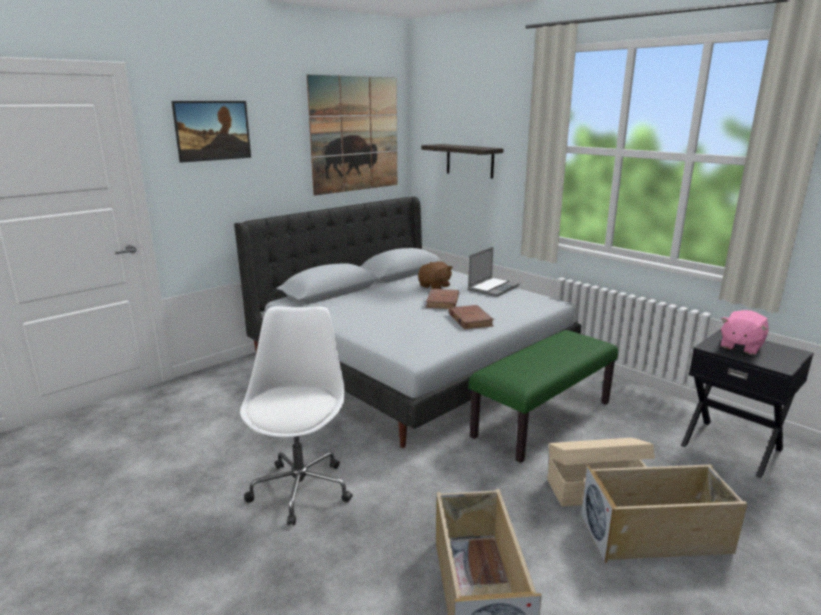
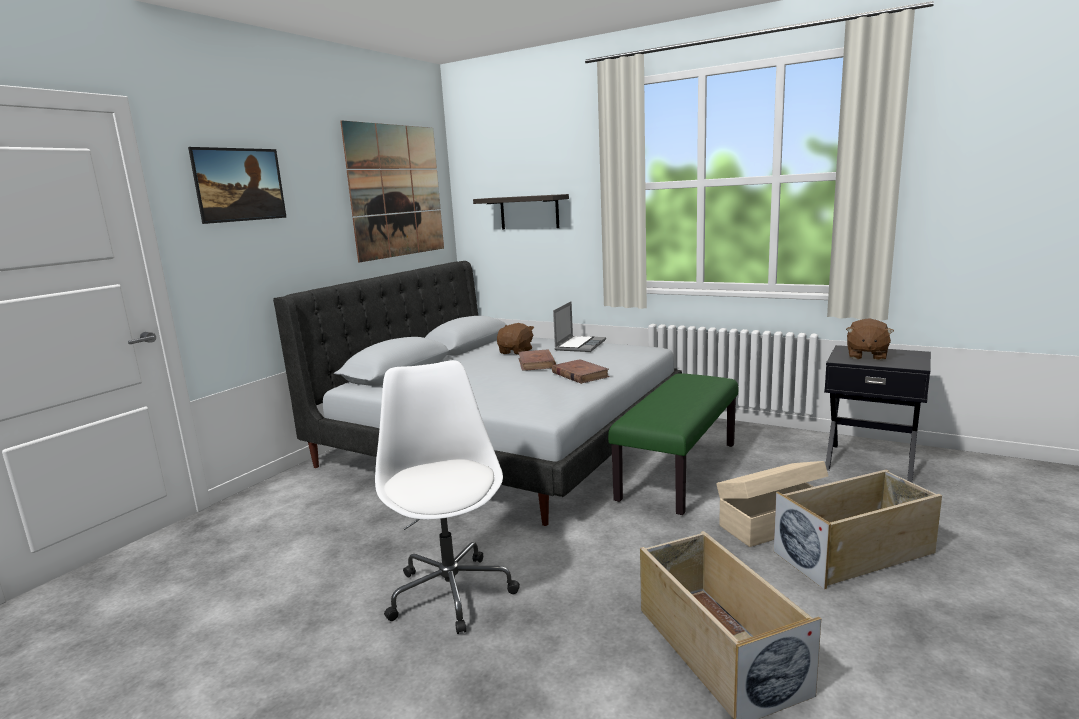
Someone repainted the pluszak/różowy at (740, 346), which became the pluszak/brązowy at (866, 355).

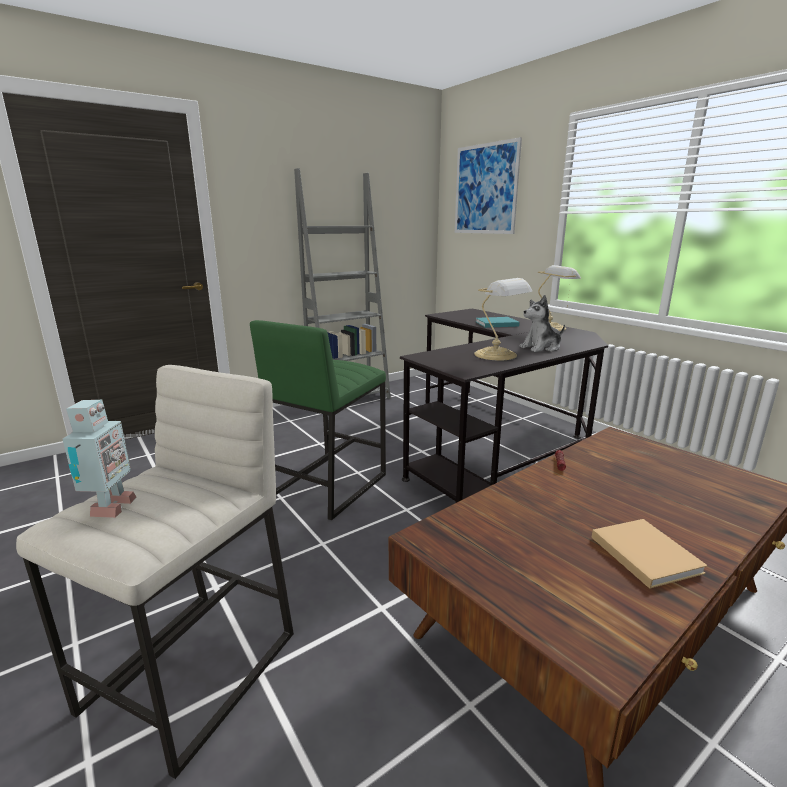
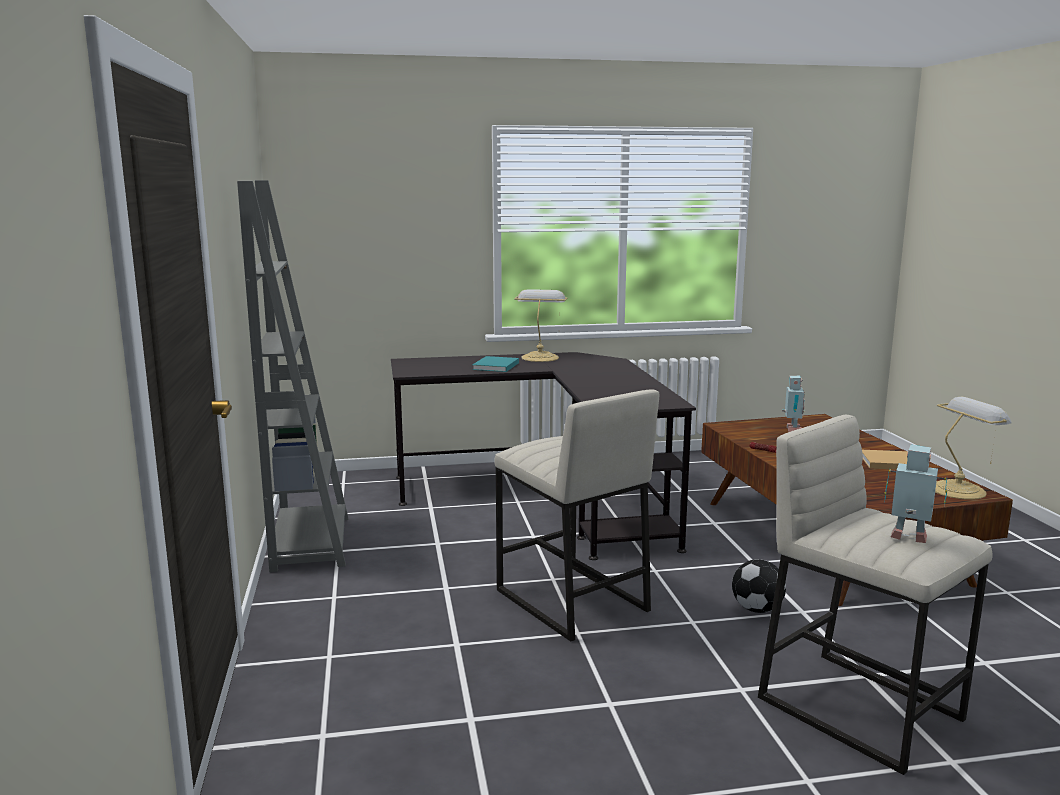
Someone took away the obraz at (485, 189). Someone took away the pluszak at (541, 348). Someone put down the piłka futbolowa at (757, 609). Someone put down the robot zabawkowy at (791, 430). Someone carried the lampa stołowa from (497, 355) to (960, 489). Someone repainted the stołek/zielony at (328, 485), which became the stołek/beżowy at (572, 600).

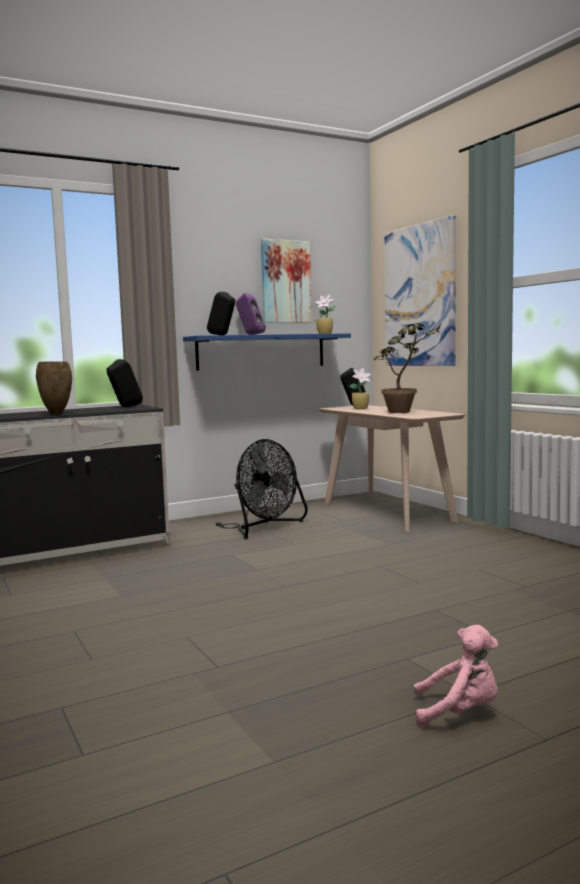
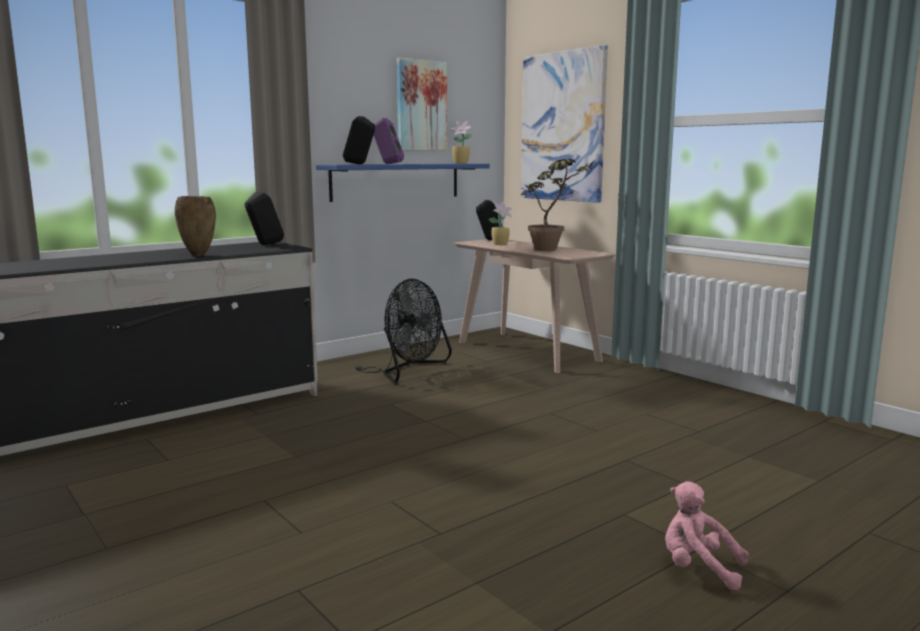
Someone rotated the pluszak/różowy at (459, 712) by 150 degrees counterclockwise.

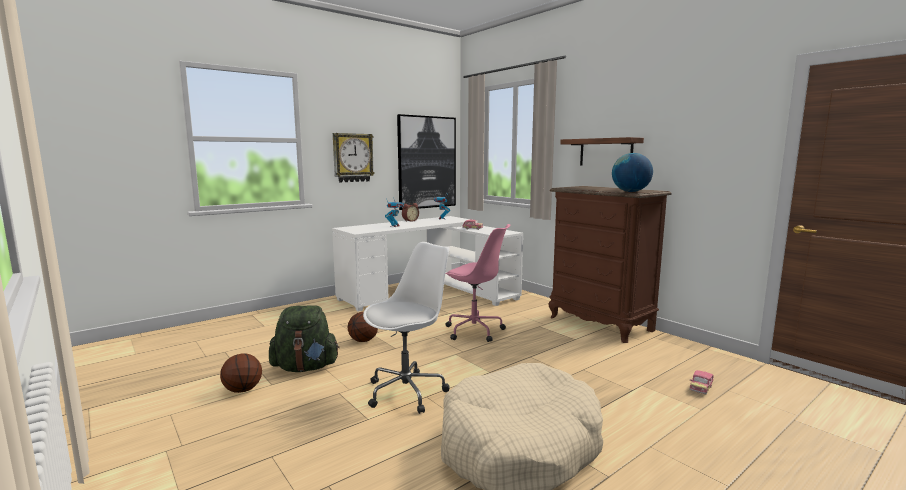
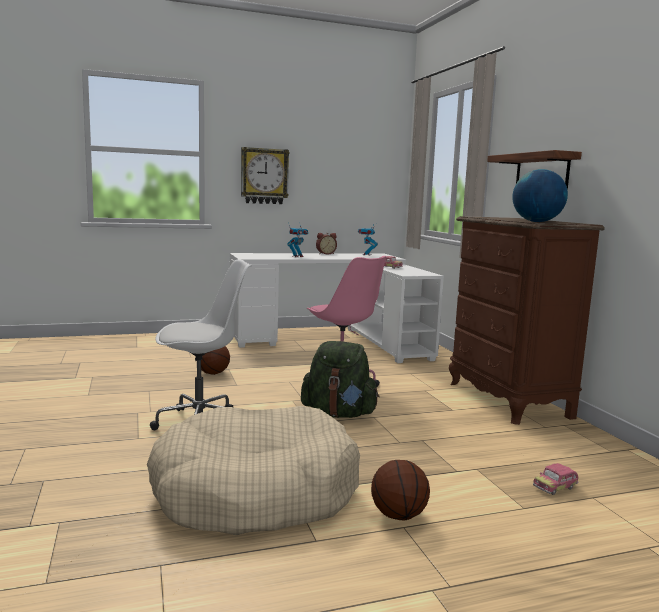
Someone took away the obraz at (427, 162). Someone carried the piłka do koszykówki from (243, 390) to (399, 516). Someone carried the plecak/zielony from (305, 367) to (339, 414).

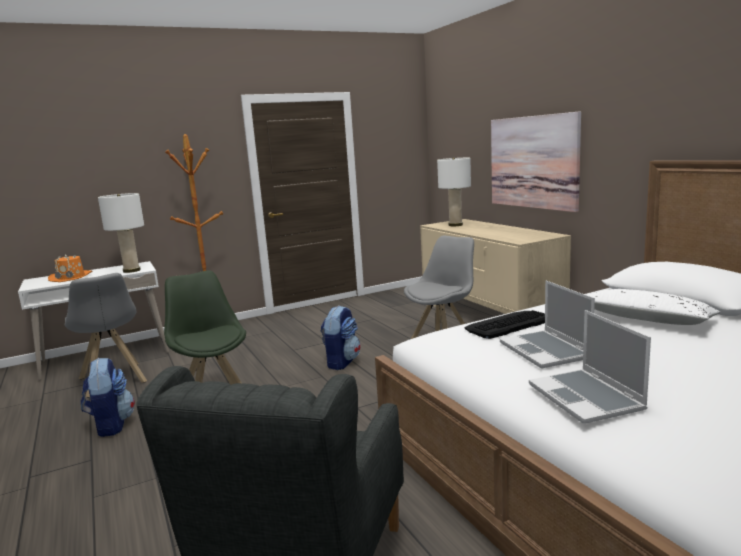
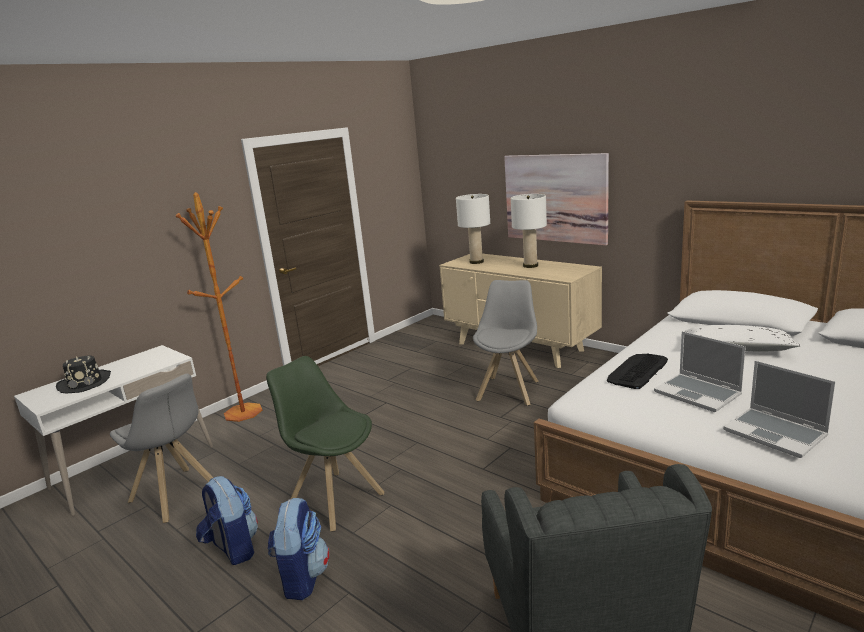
Someone carried the lampa stołowa/biały from (132, 270) to (531, 266). Someone carried the plecak from (341, 362) to (302, 577). Someone repainted the kapelusz/pomarańczowy at (71, 277), which became the kapelusz/czarny at (85, 383).

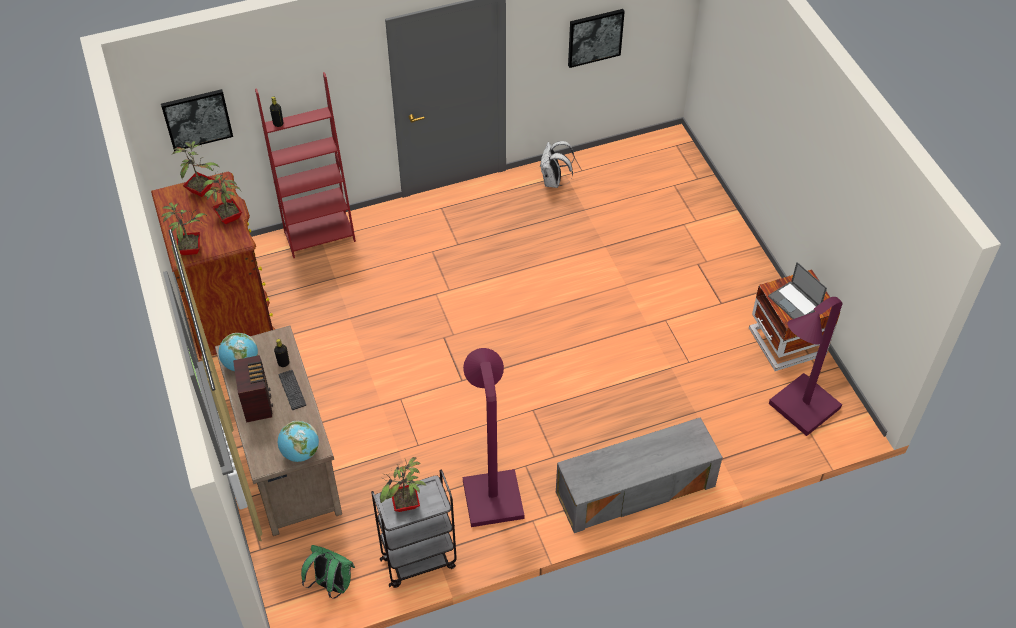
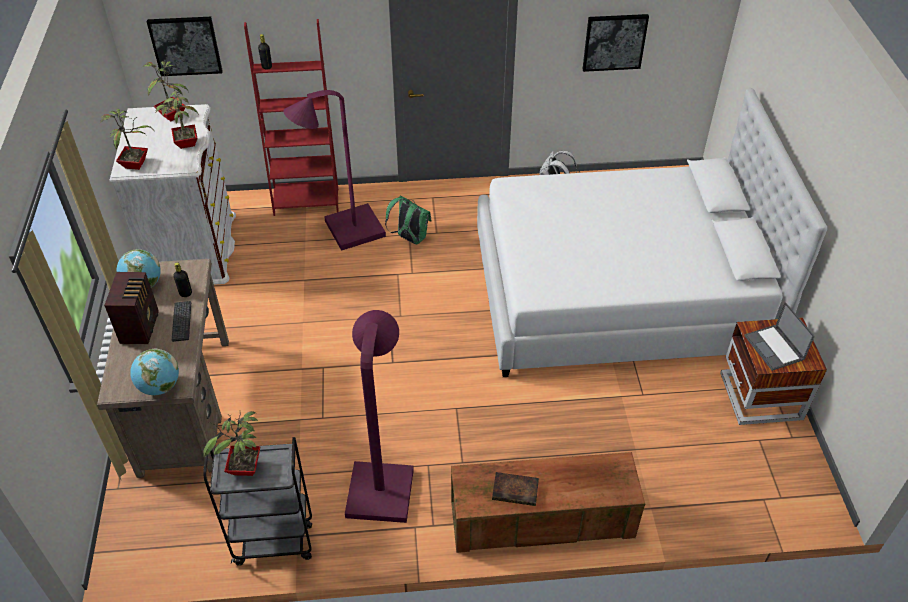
Someone put down the łóżko/biały at (618, 293). Someone put down the książka at (516, 490). Someone carried the plecak/zielony from (331, 584) to (410, 238). Someone carried the lampa stojąca/fioletowy from (797, 411) to (346, 231). Someone repainted the komoda/brązowy at (227, 308), which became the komoda/biały at (192, 248). Someone repainted the ławka/szary at (635, 490), which became the ławka/brązowy at (540, 520).

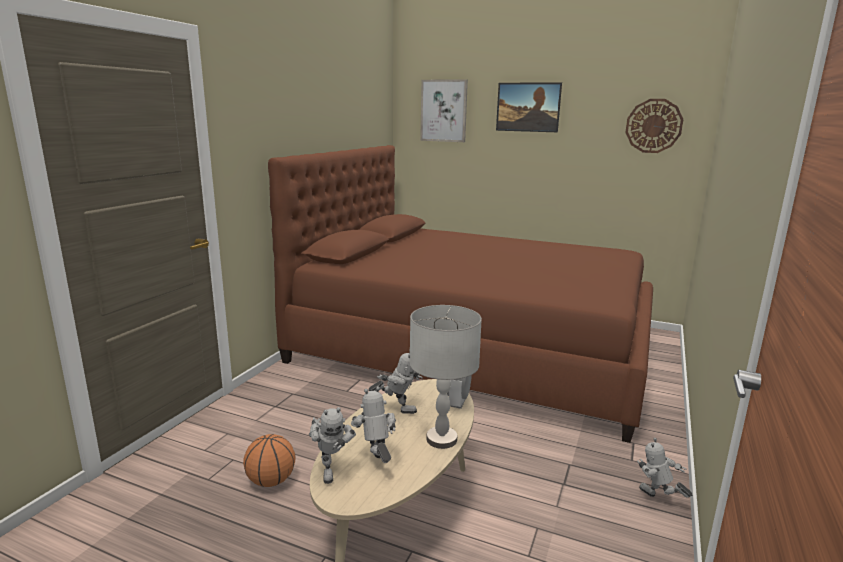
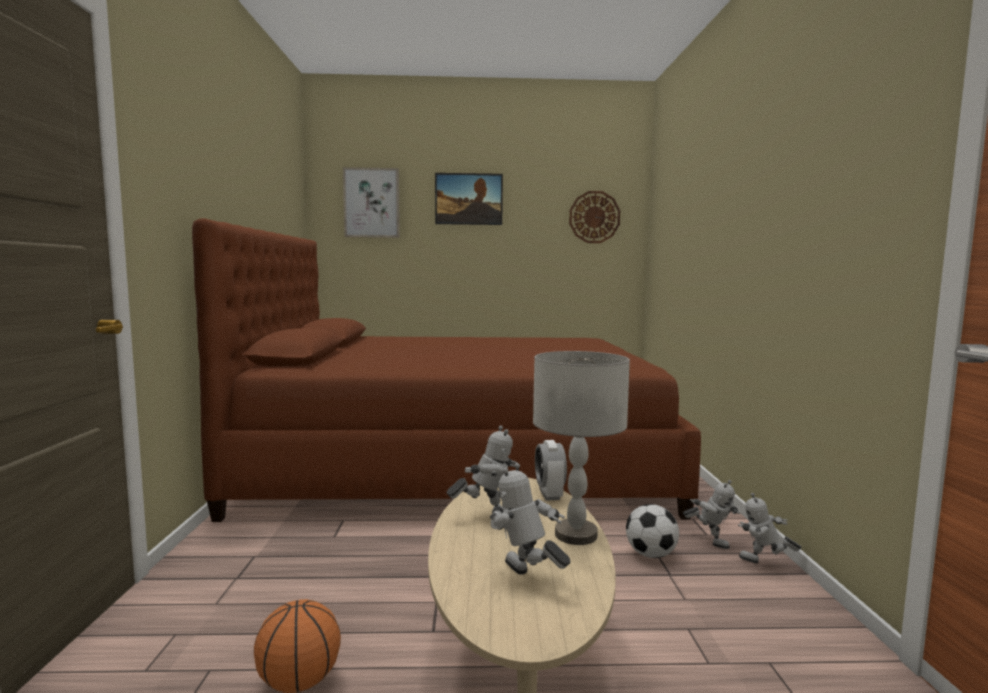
Someone put down the piłka futbolowa at (651, 554). Someone carried the robot zabawkowy from (331, 469) to (710, 541).

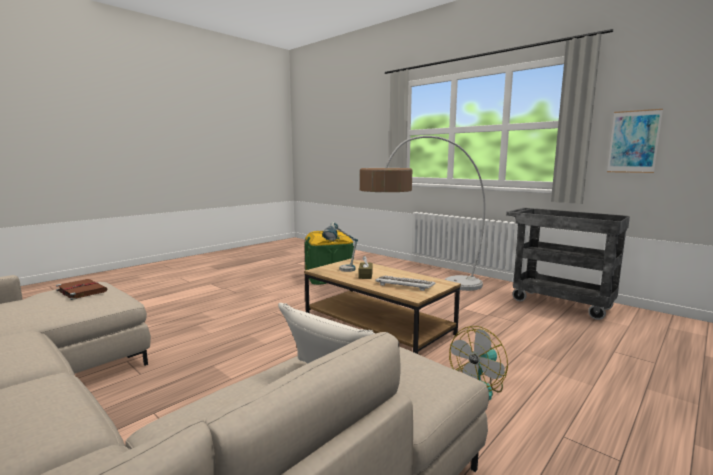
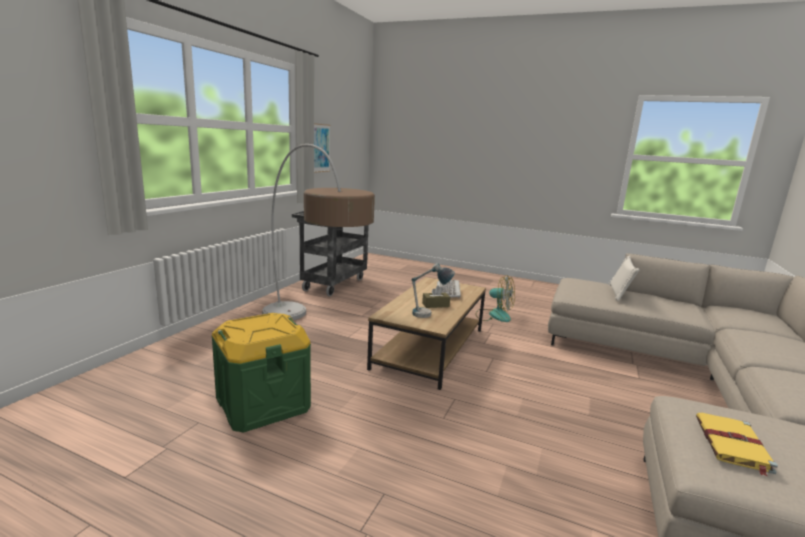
Someone repainted the książka/brązowy at (81, 290), which became the książka/żółty at (732, 445).

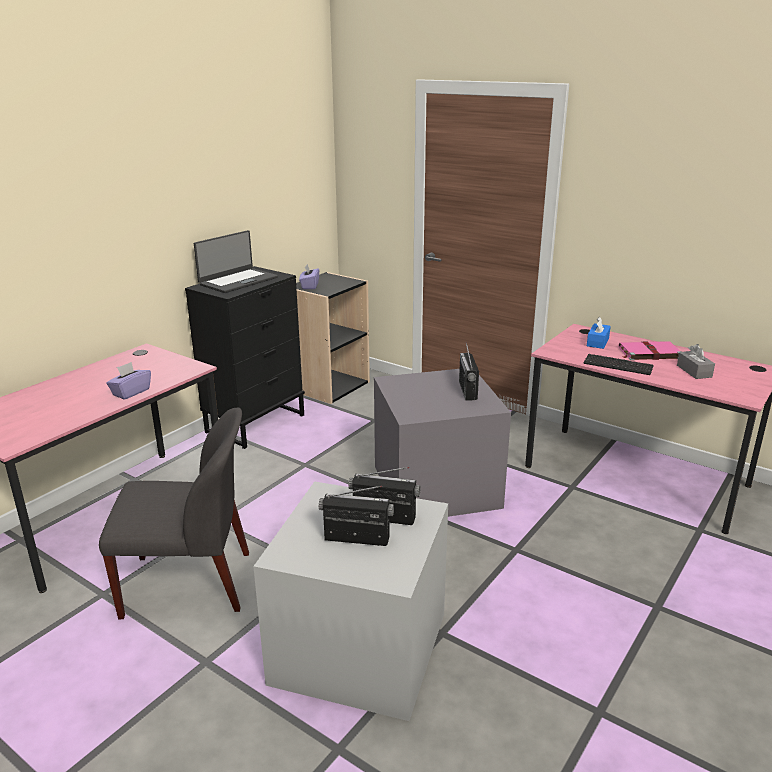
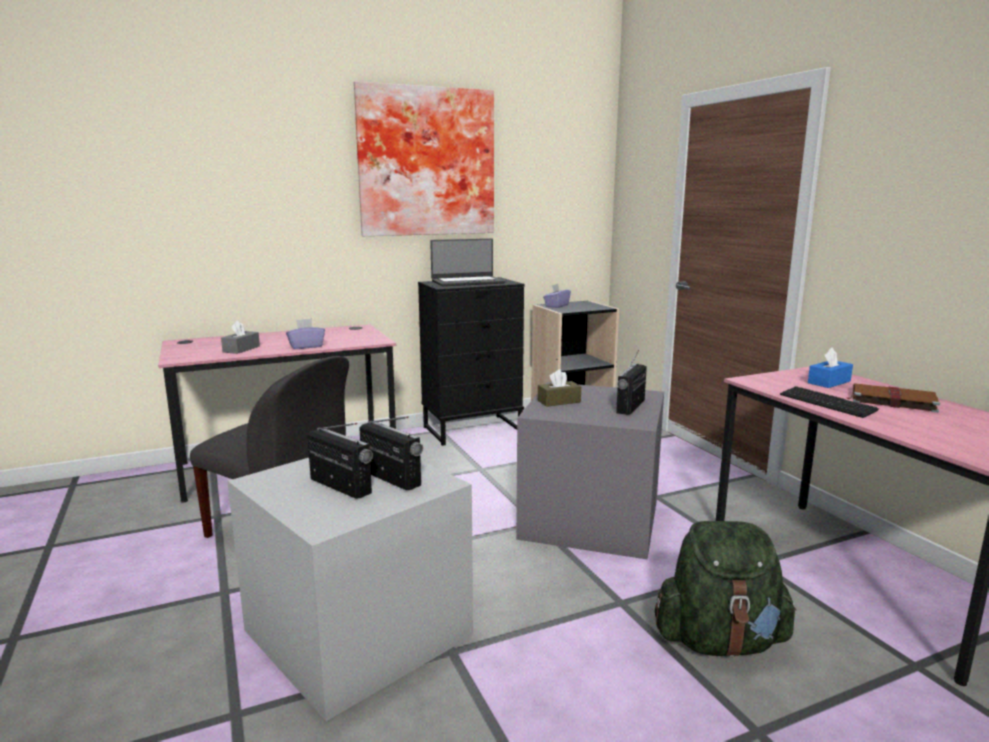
Someone put up the obraz at (426, 162). Someone put down the pudełko chusteczek/brązowy at (559, 401). Someone put down the plecak/zielony at (719, 641). Someone carried the pudełko chusteczek/szary from (694, 371) to (241, 349). Someone repainted the książka/różowy at (648, 353), which became the książka/brązowy at (891, 400).

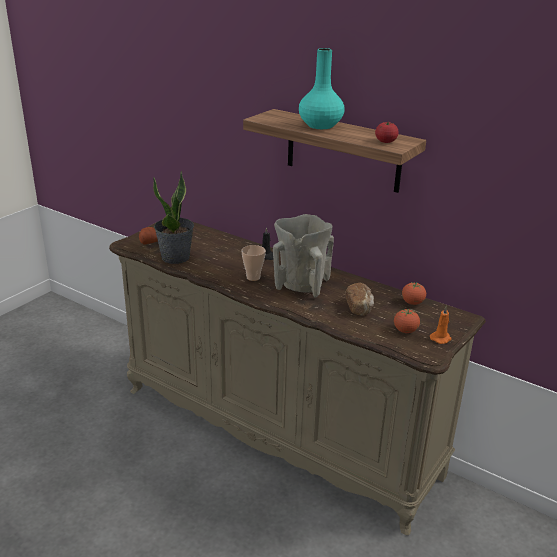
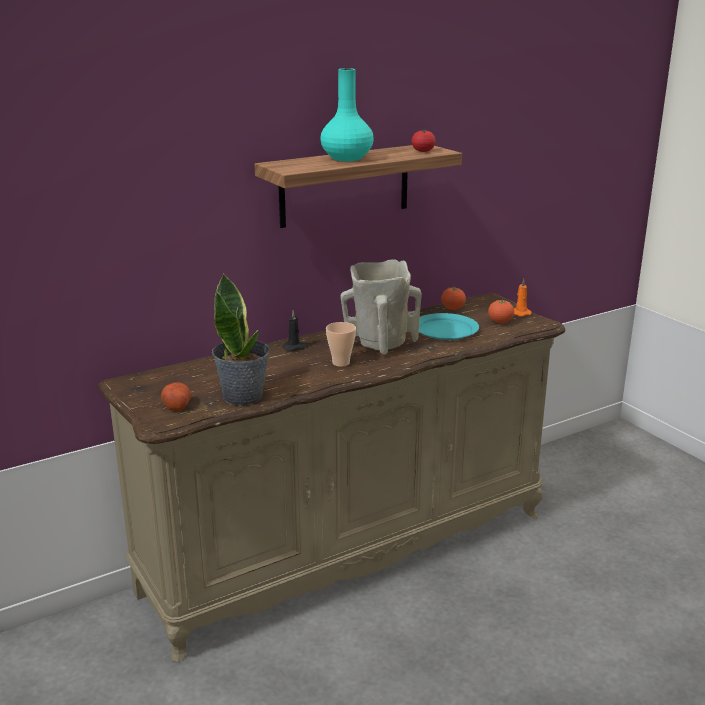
Someone swapped the chleb at (359, 307) for the talerz/turkusowy at (445, 329).

